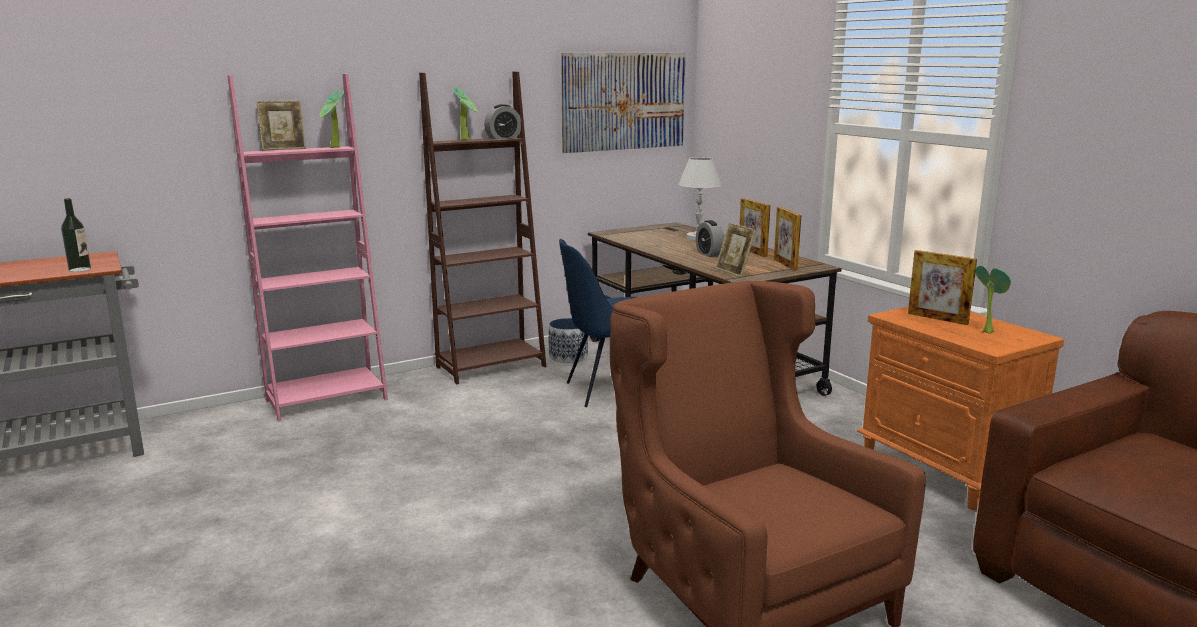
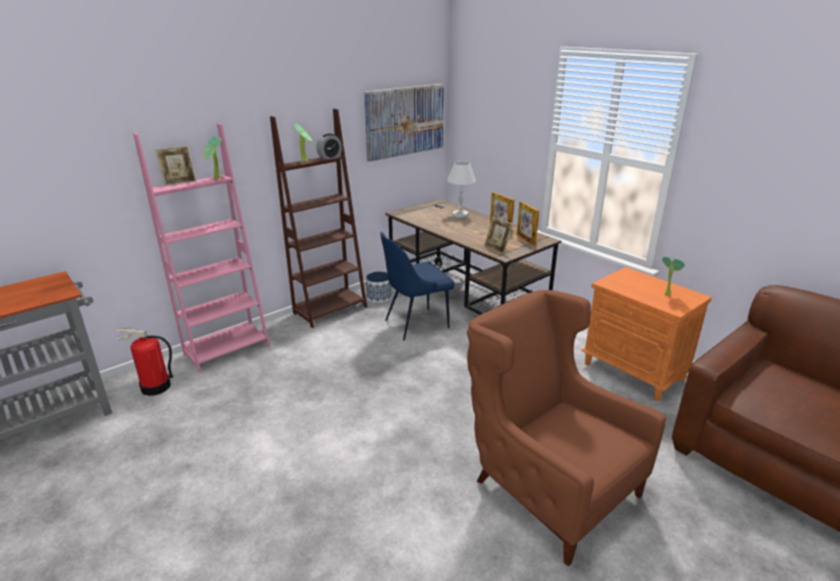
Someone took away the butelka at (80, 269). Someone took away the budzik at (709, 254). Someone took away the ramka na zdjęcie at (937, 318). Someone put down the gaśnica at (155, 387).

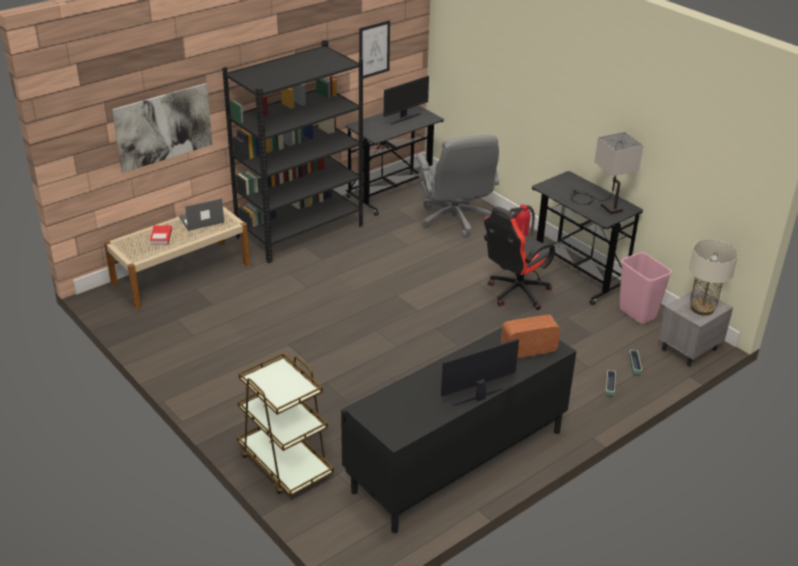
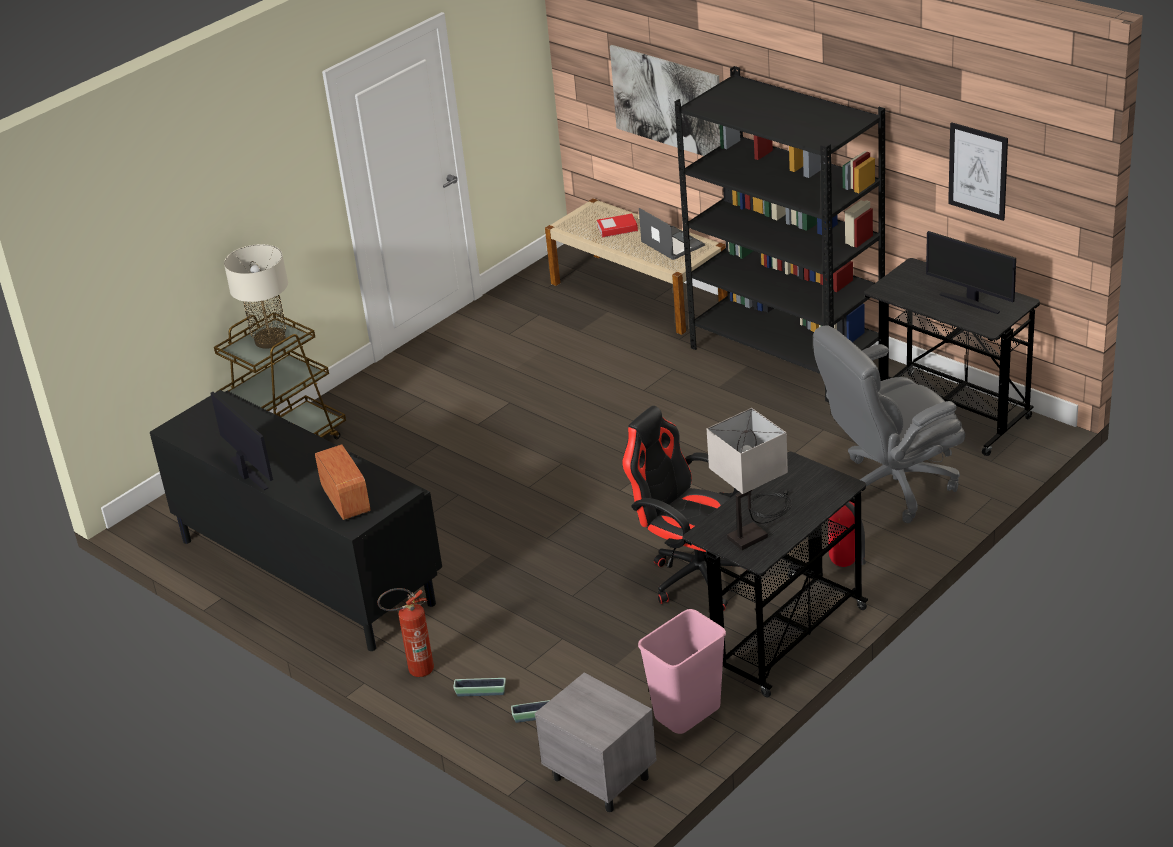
Someone put down the gaśnica at (415, 671). Someone carried the lampa stołowa from (702, 308) to (270, 340).

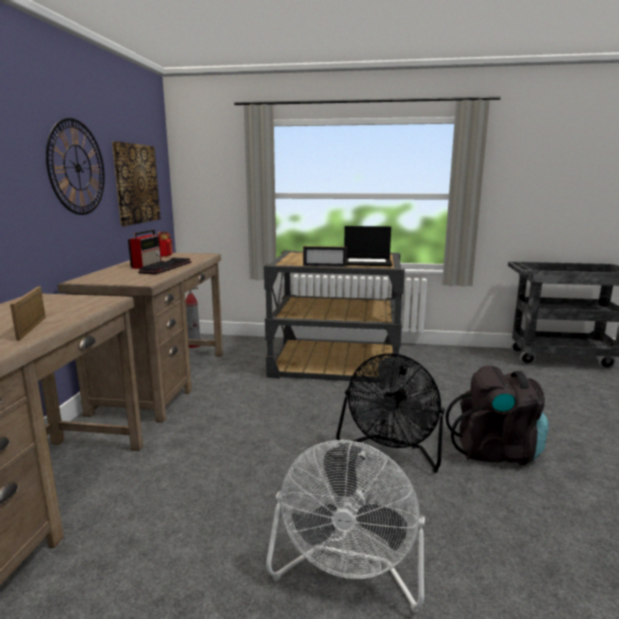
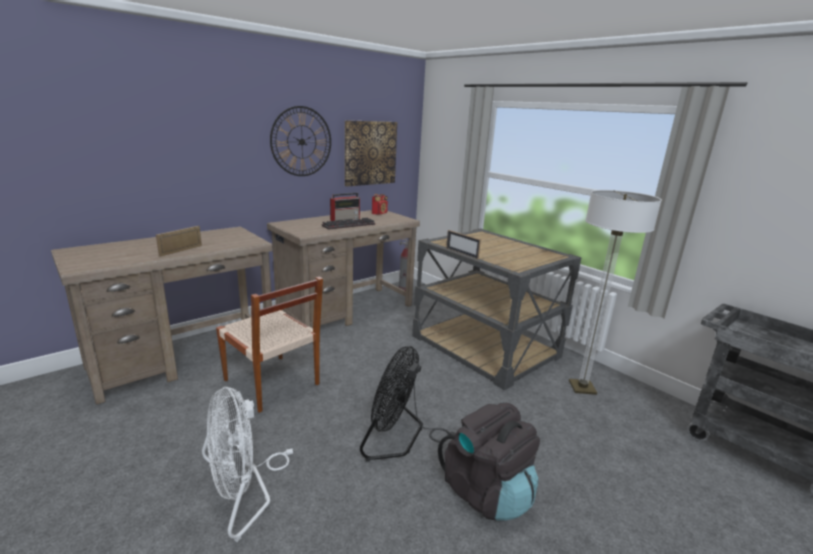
Someone took away the laptop at (367, 262). Someone put down the krzesło at (272, 384). Someone put down the lampa stojąca at (582, 388). Someone rotated the wentylator/czarny at (389, 449) by 45 degrees clockwise.

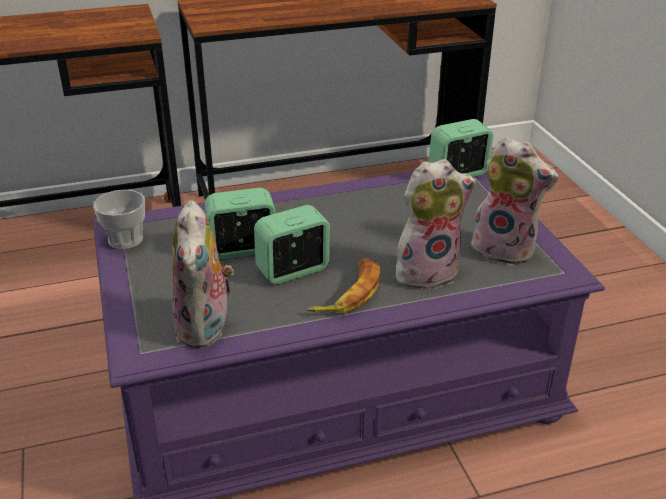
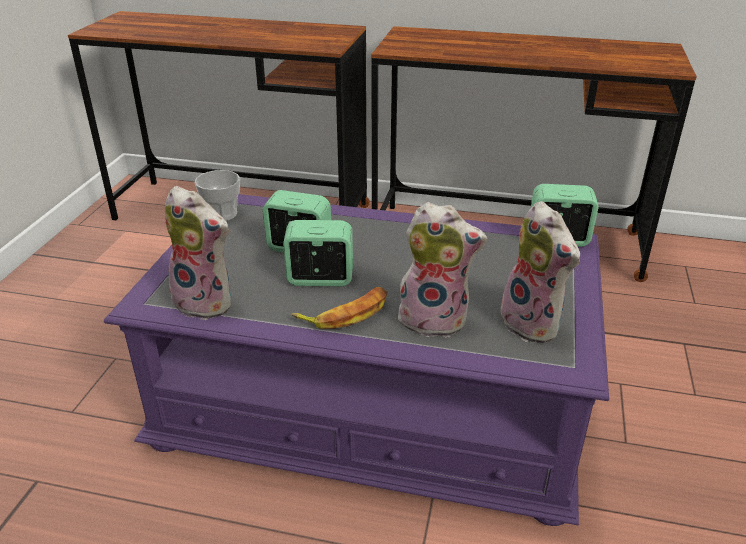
Someone rotated the pluszak at (206, 328) by 90 degrees counterclockwise.

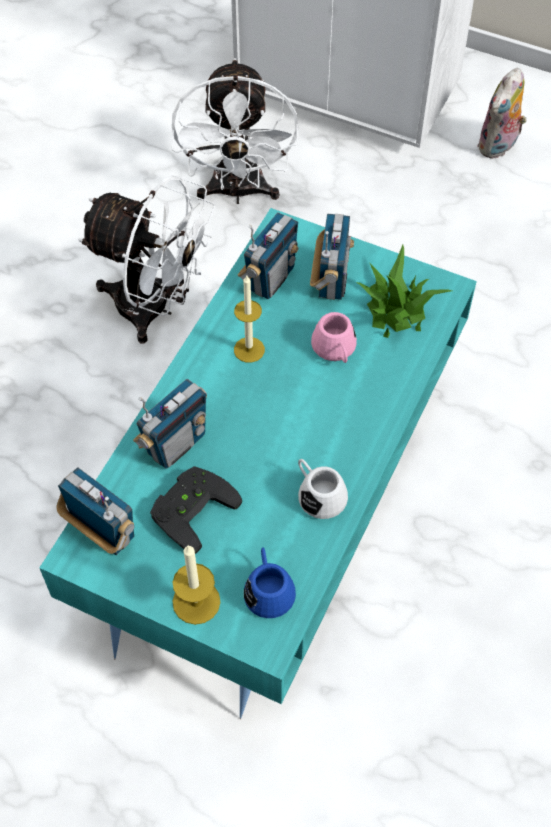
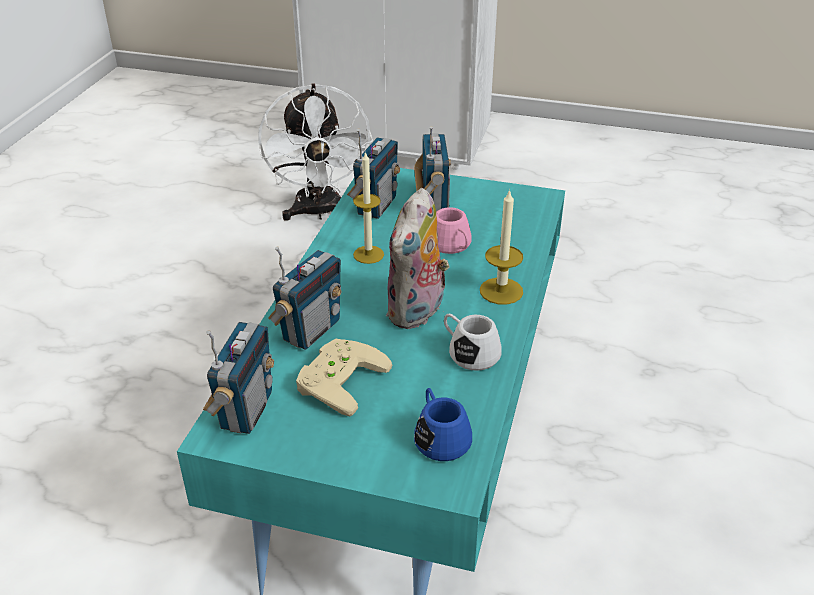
Someone took away the wentylator/biały at (155, 309). Someone took away the roślina doniczkowa at (395, 309). Someone carried the świeca from (196, 601) to (501, 291). Someone carried the pluszak from (498, 147) to (417, 313). Someone repainted the pad do gier/czarny at (190, 508), which became the pad do gier/beżowy at (337, 379). Someone rotated the radio at (103, 532) by 75 degrees clockwise.

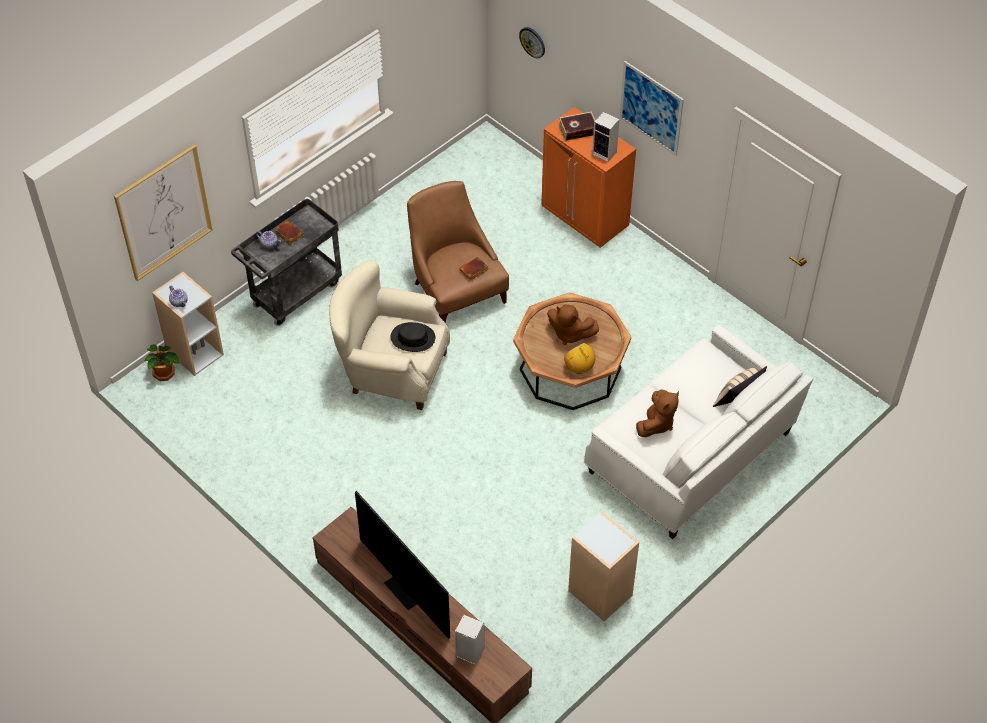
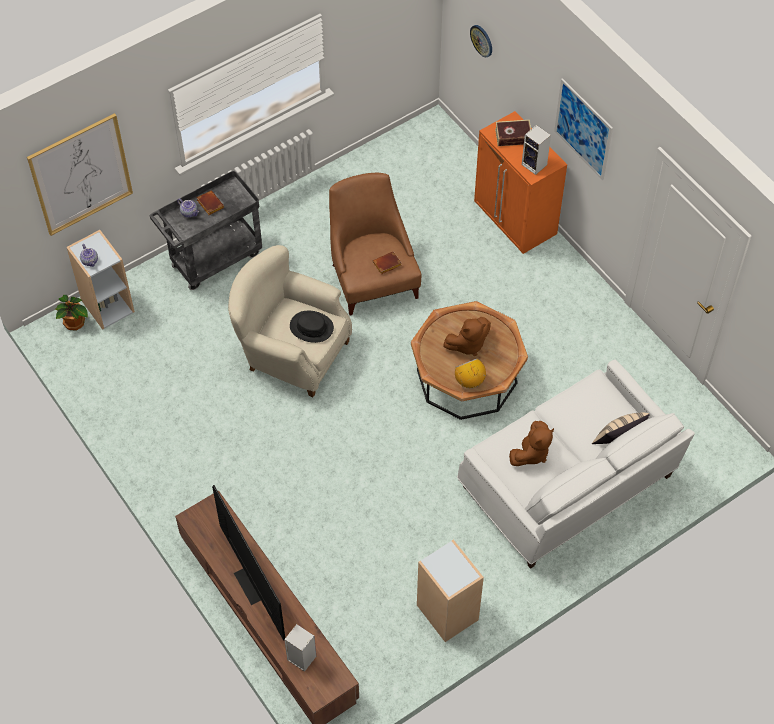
Someone rotated the pluszak/brązowy at (569, 334) by 60 degrees counterclockwise.

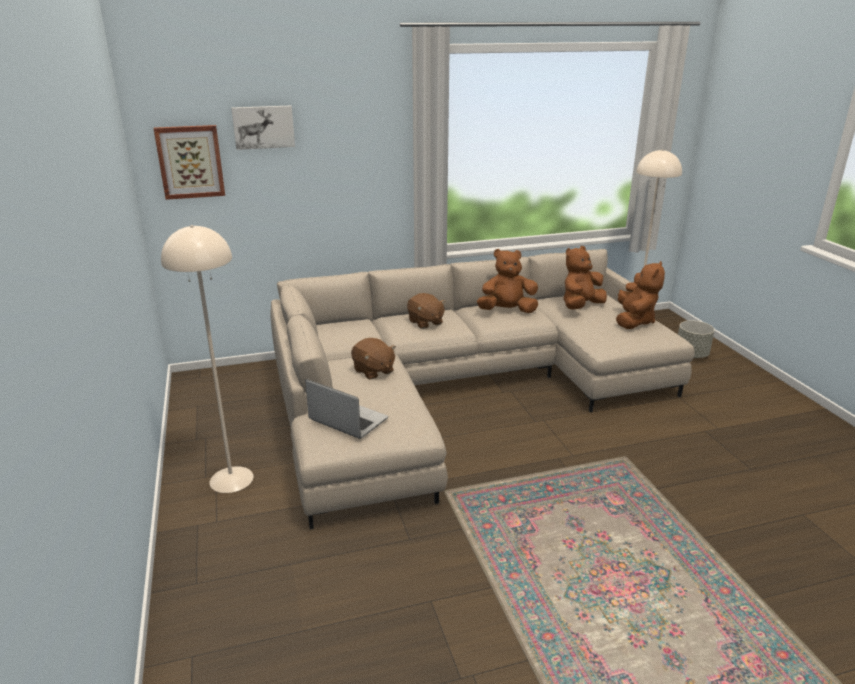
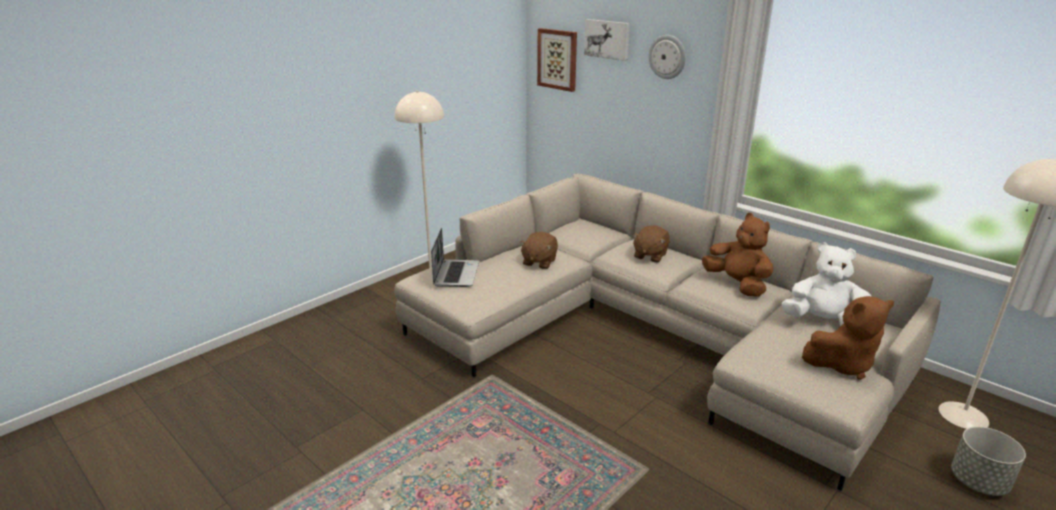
Someone put up the zegar ścienny at (667, 57). Someone repainted the pluszak/brązowy at (581, 306), which became the pluszak/biały at (822, 322).

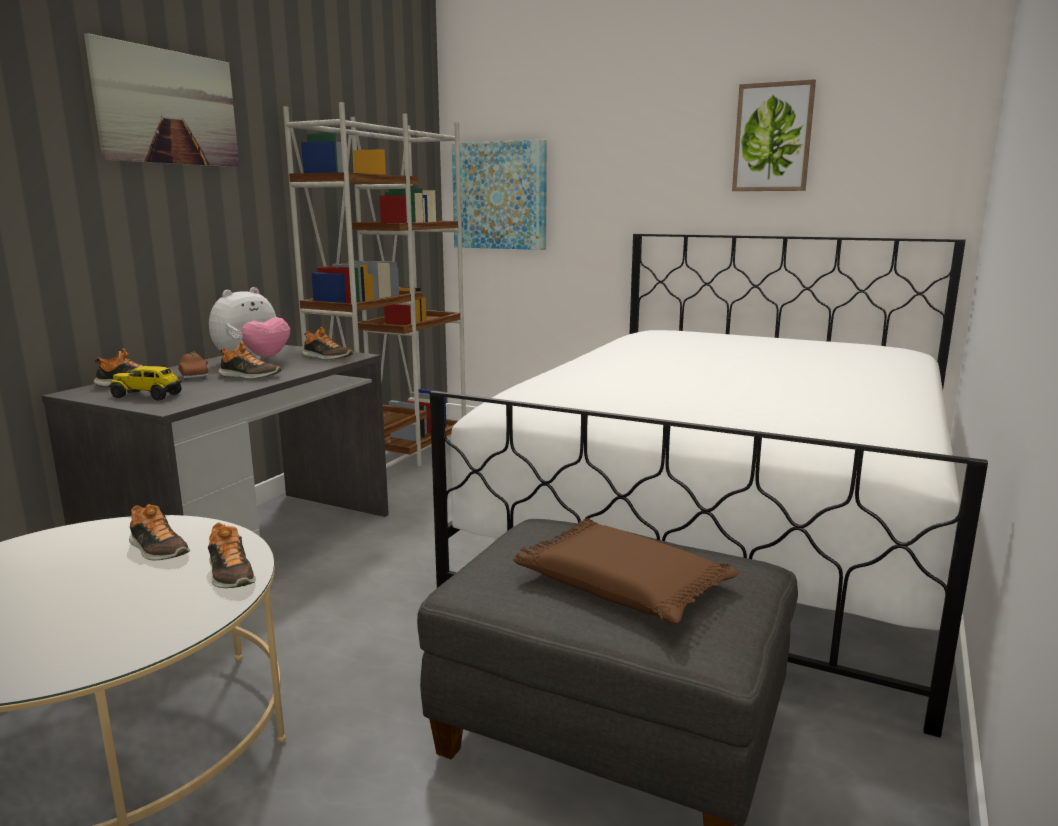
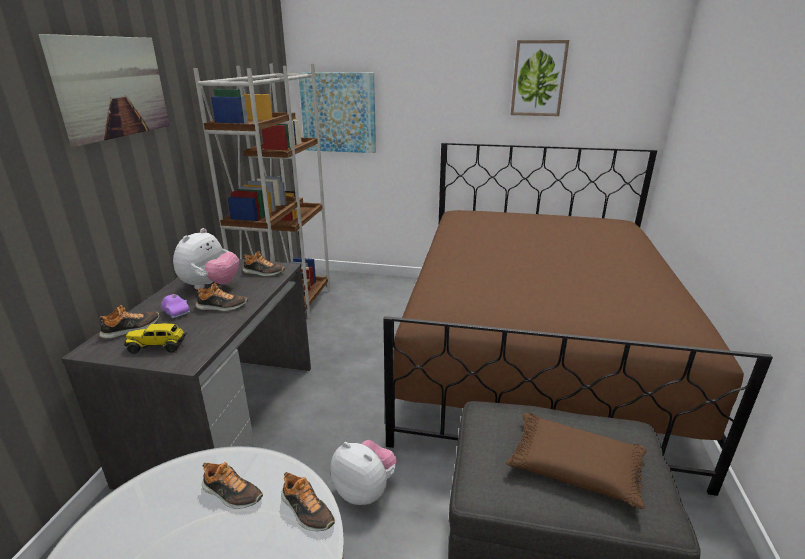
Someone put down the pluszak at (365, 490). Someone repainted the samochodzik/brązowy at (194, 376), which became the samochodzik/fioletowy at (176, 312). Someone repainted the łóżko/biały at (725, 535), which became the łóżko/brązowy at (532, 353).

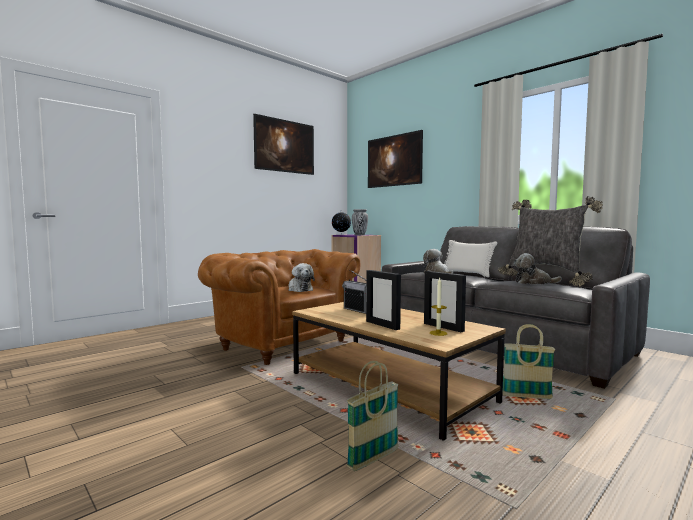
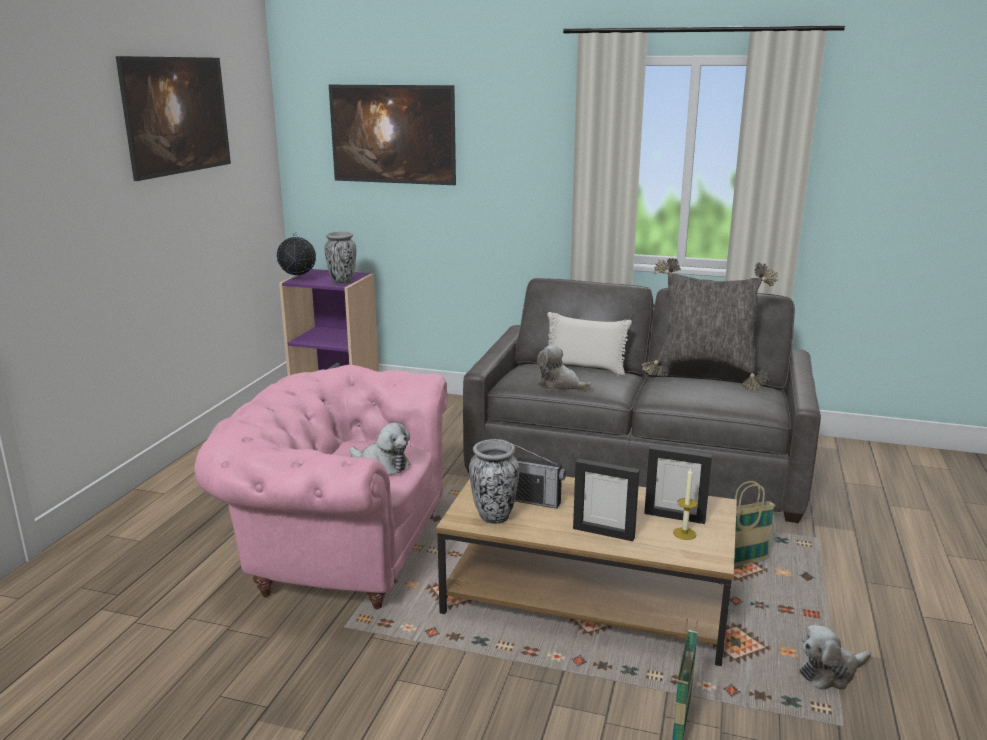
Someone put down the wazon at (494, 516). Someone carried the pluszak from (533, 282) to (830, 672). Someone repainted the fotel/brązowy at (279, 343), which became the fotel/różowy at (337, 551).

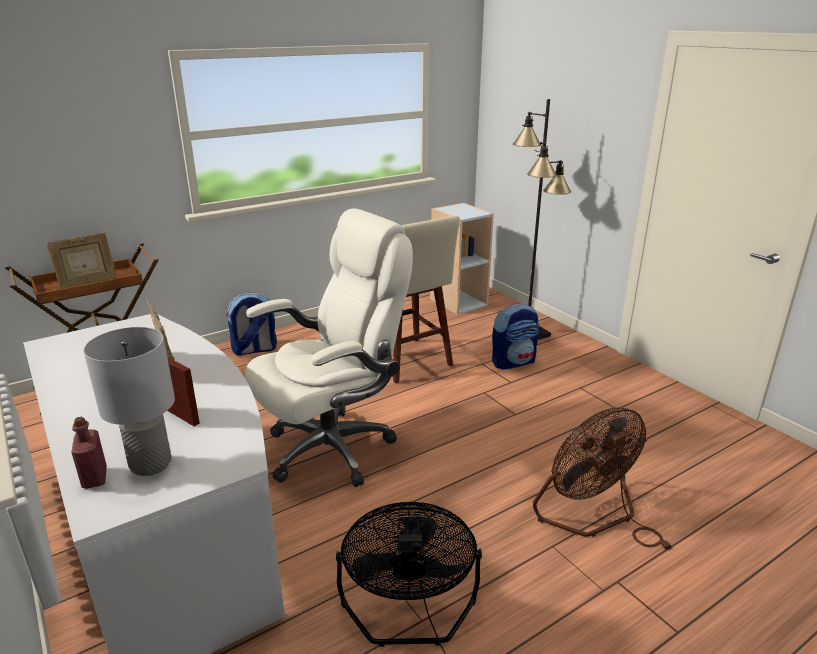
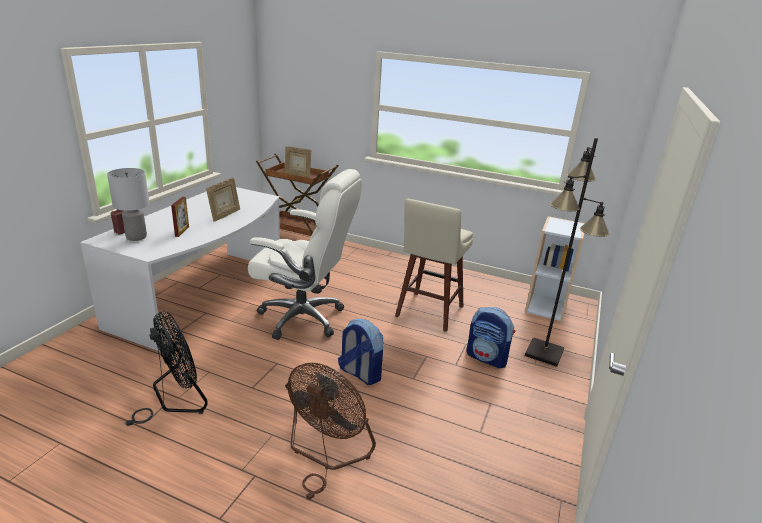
Someone carried the plecak from (254, 350) to (360, 374).

